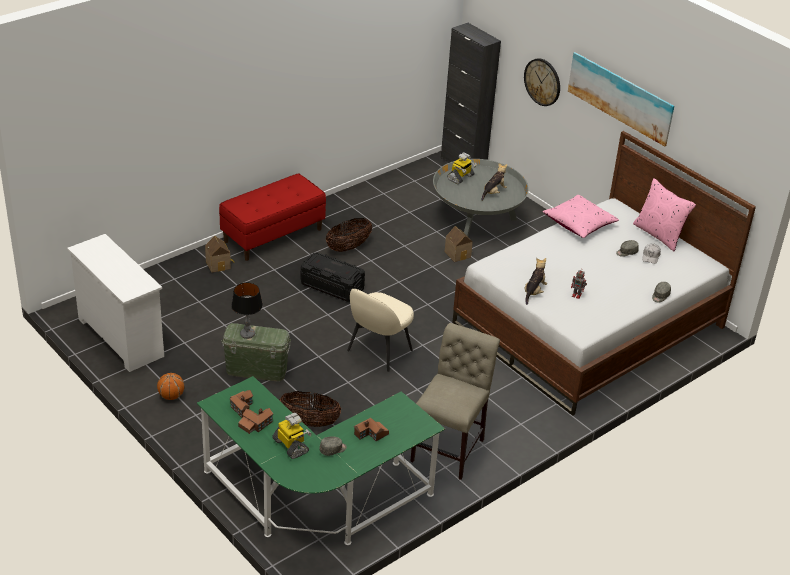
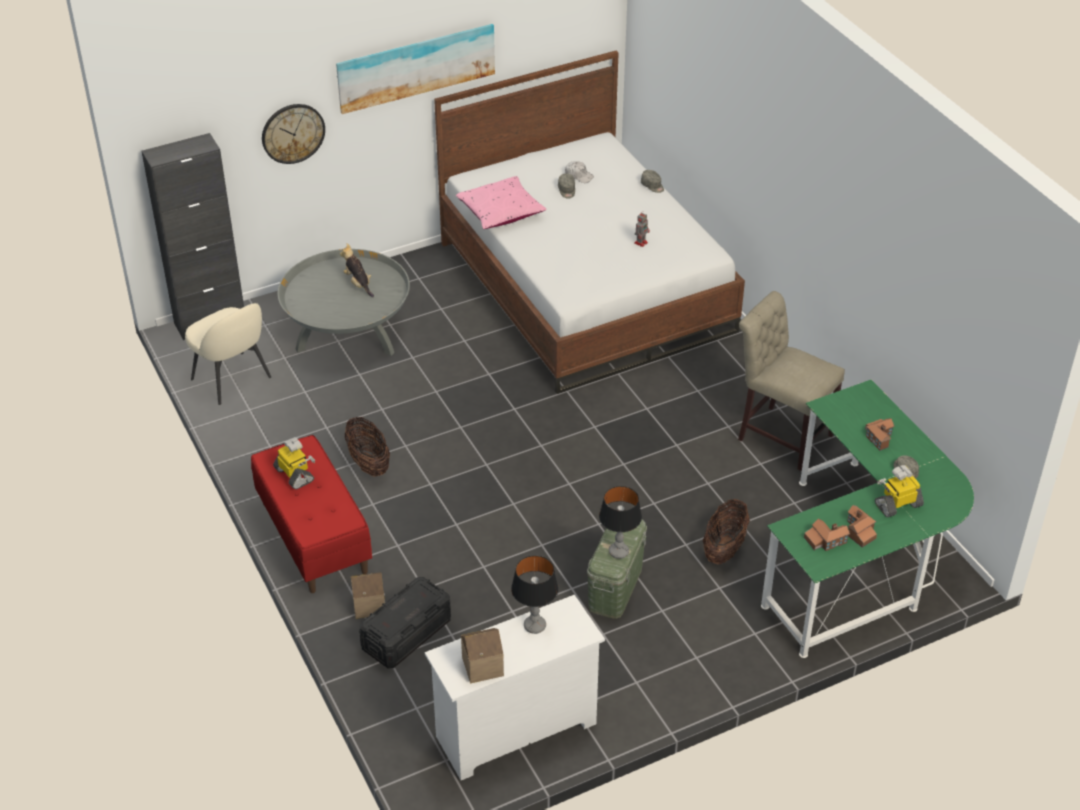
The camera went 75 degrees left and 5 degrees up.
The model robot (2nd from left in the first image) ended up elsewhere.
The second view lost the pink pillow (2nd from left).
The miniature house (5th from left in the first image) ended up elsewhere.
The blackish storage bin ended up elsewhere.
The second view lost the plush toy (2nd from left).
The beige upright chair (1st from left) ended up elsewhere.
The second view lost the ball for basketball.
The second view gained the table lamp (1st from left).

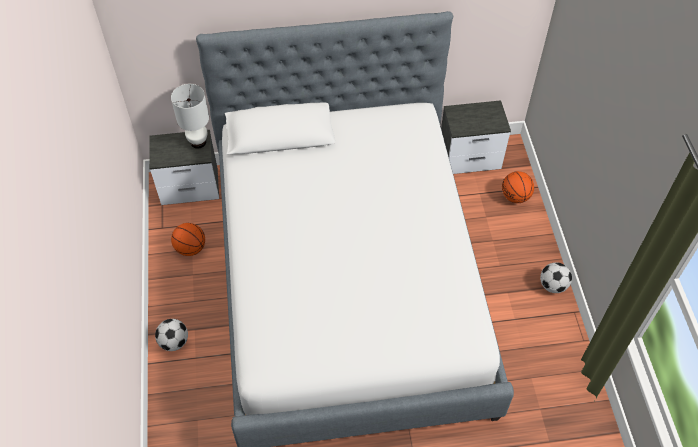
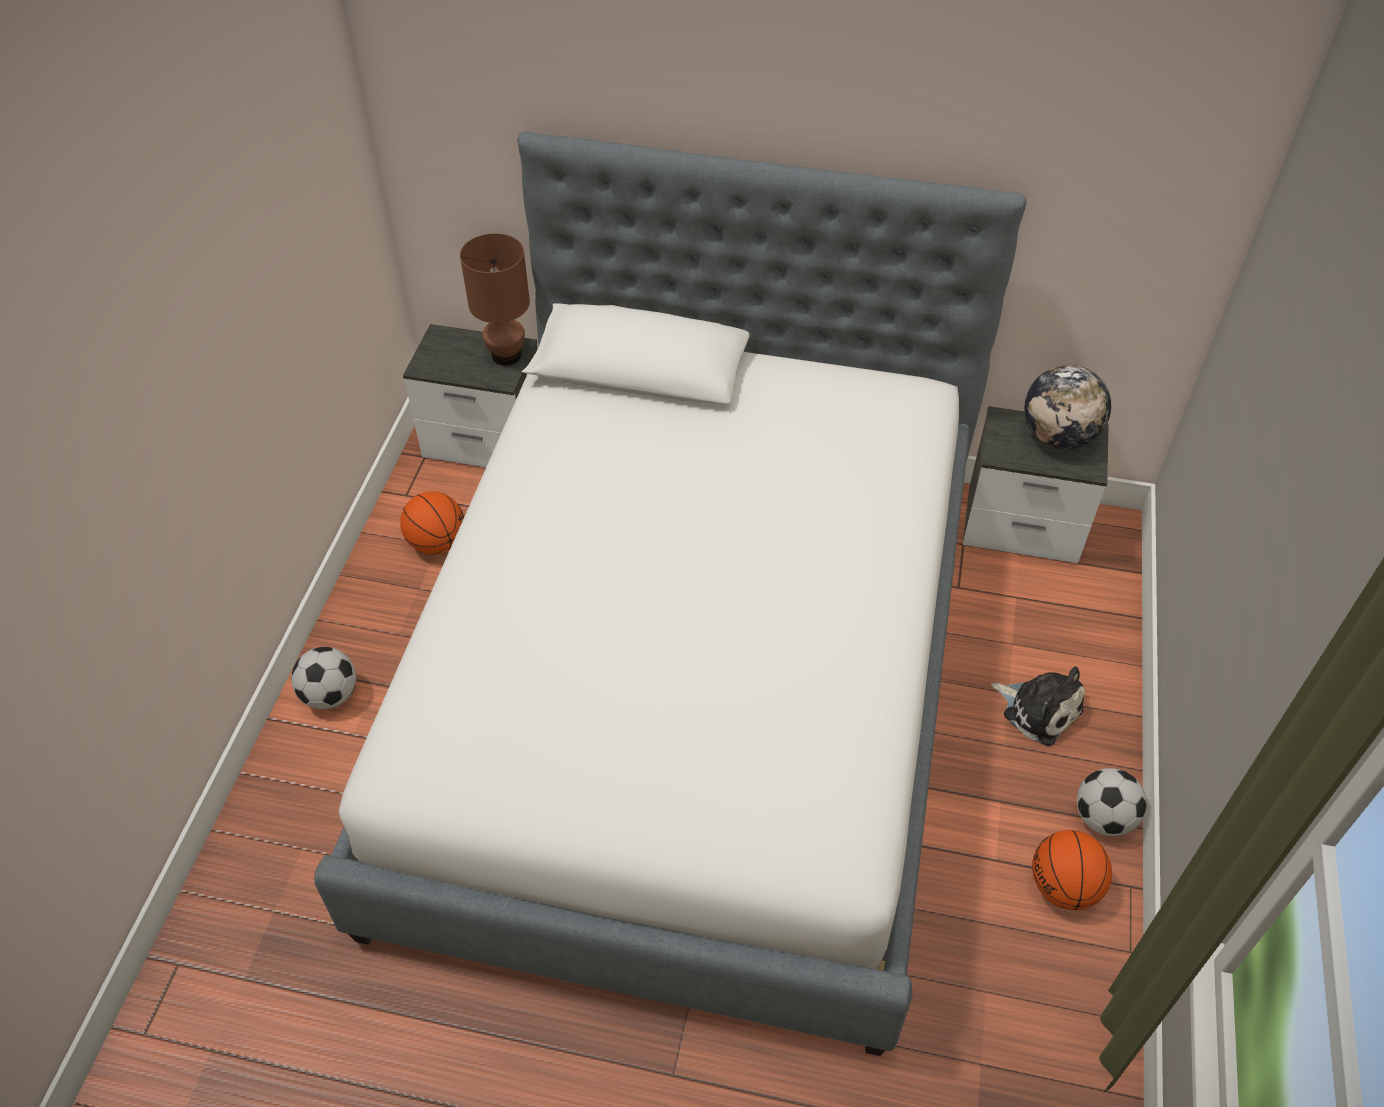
The camera went 20 degrees right and 5 degrees down.
What was the white-coloured table lamp turned into the brownish table lamp.
The ball for basketball (2nd from left) ended up elsewhere.
The second view gained the globe.
The second view gained the plush toy.

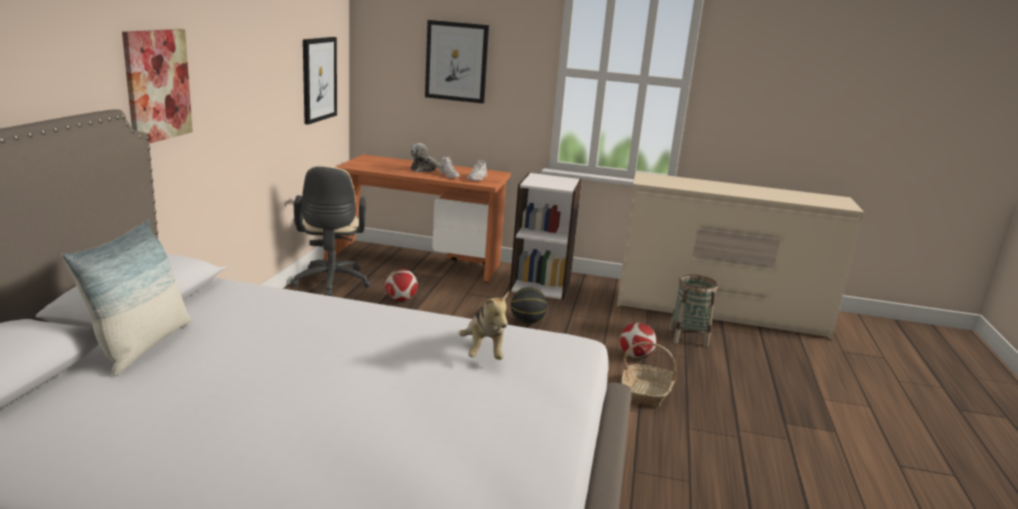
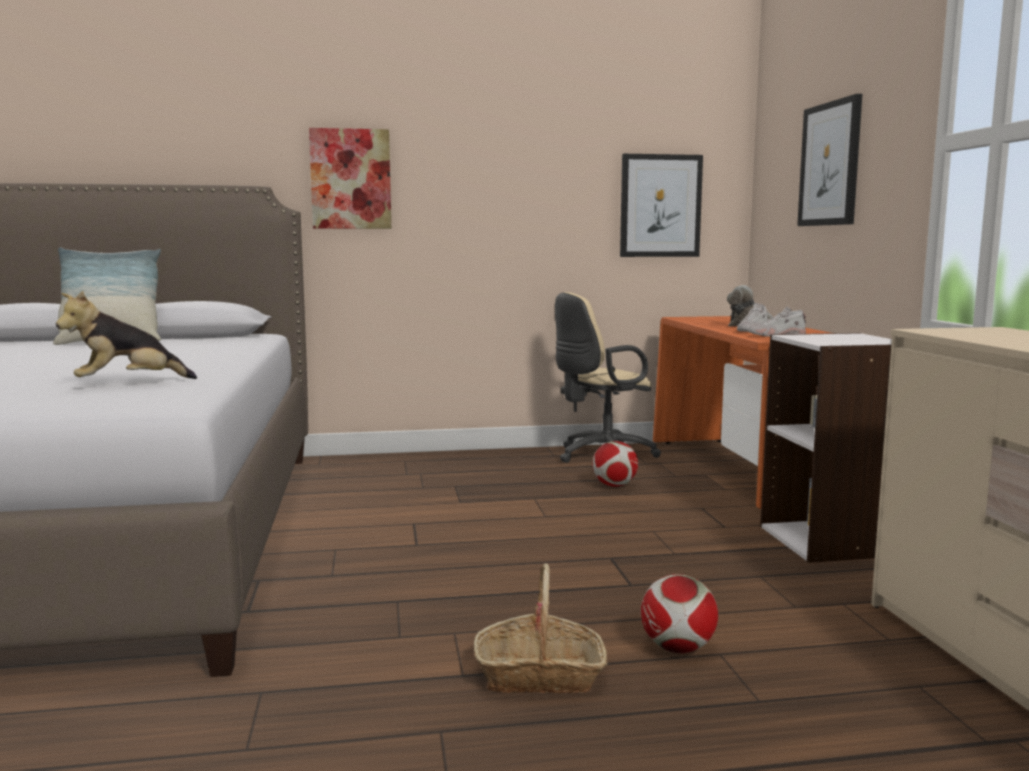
The camera went 70 degrees right and 10 degrees down.
The second view lost the basket (2nd from left).
The second view lost the ball for basketball.

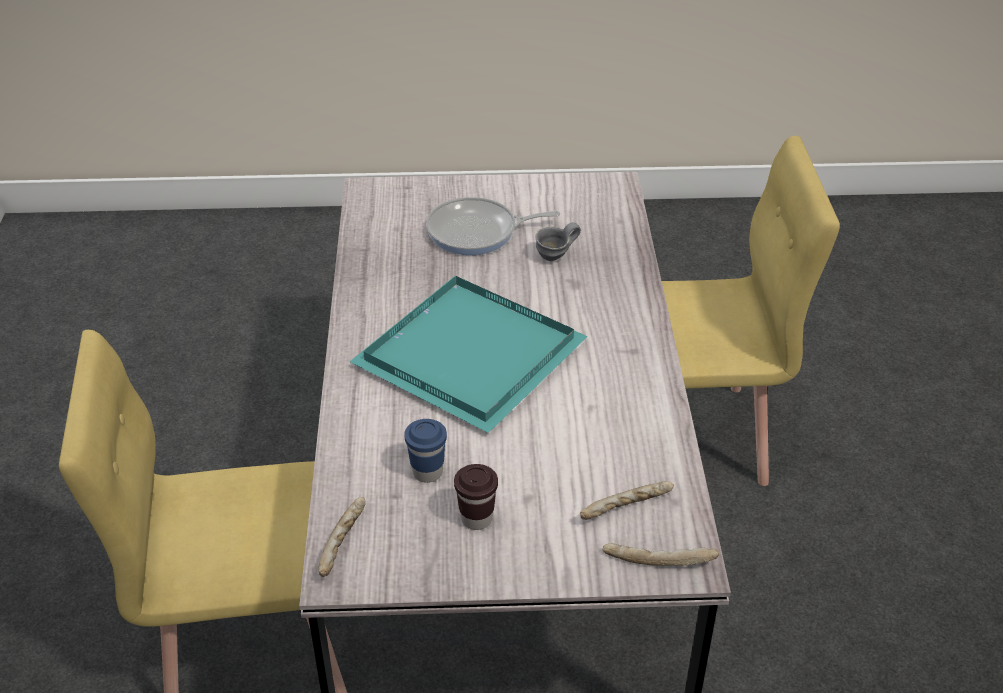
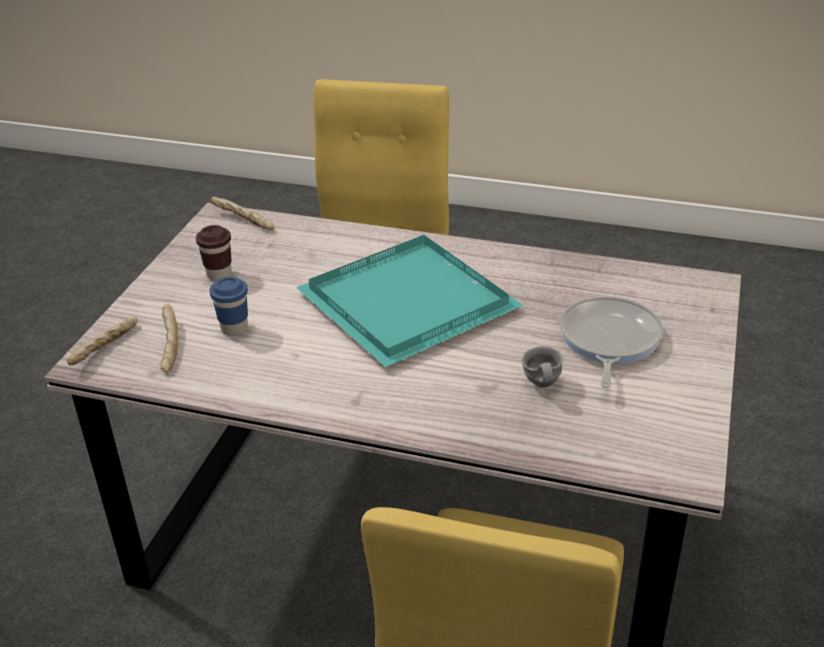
The camera went 110 degrees right and 5 degrees down.
The blue-coloured small cup ended up elsewhere.

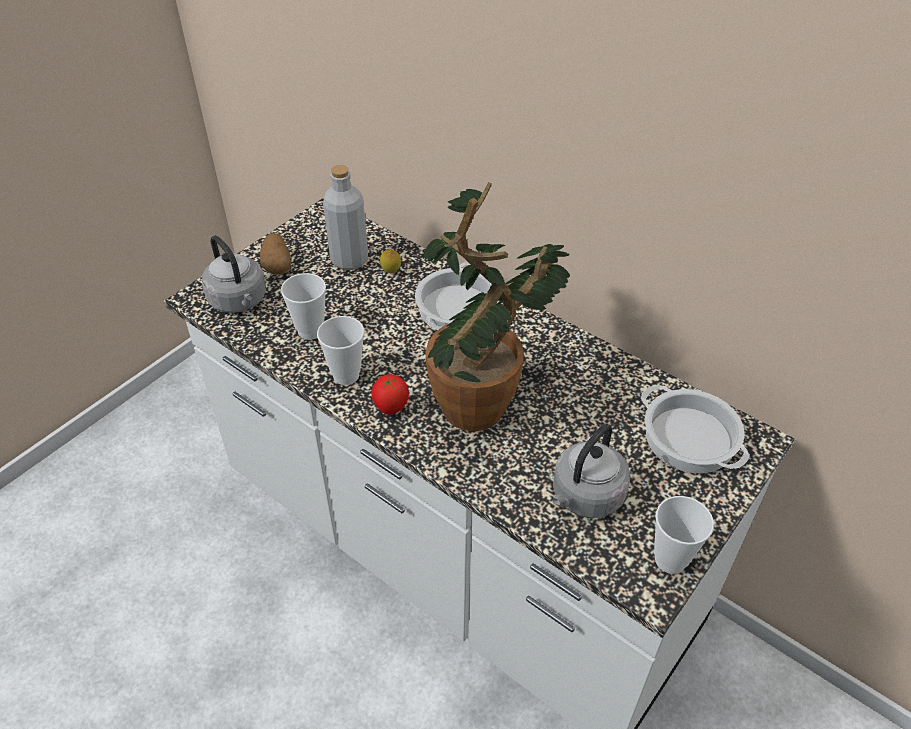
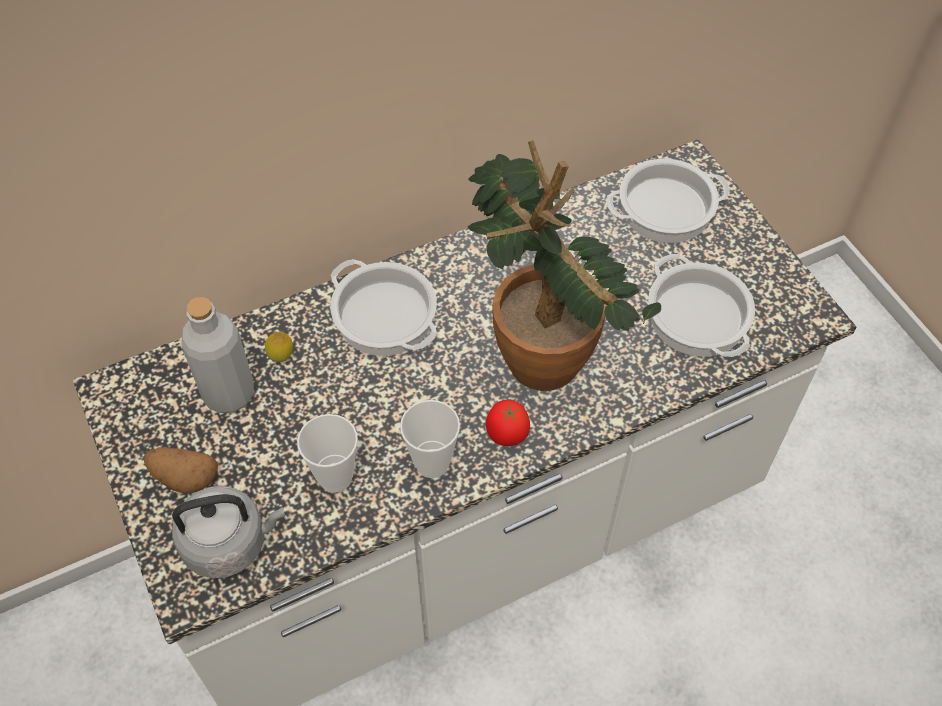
The camera went 65 degrees left and 10 degrees up.
Where the grey tea kettle (2nd from left) stood, the saucepot (3rd from left) came to stand.
The second view lost the small cup (3rd from left).

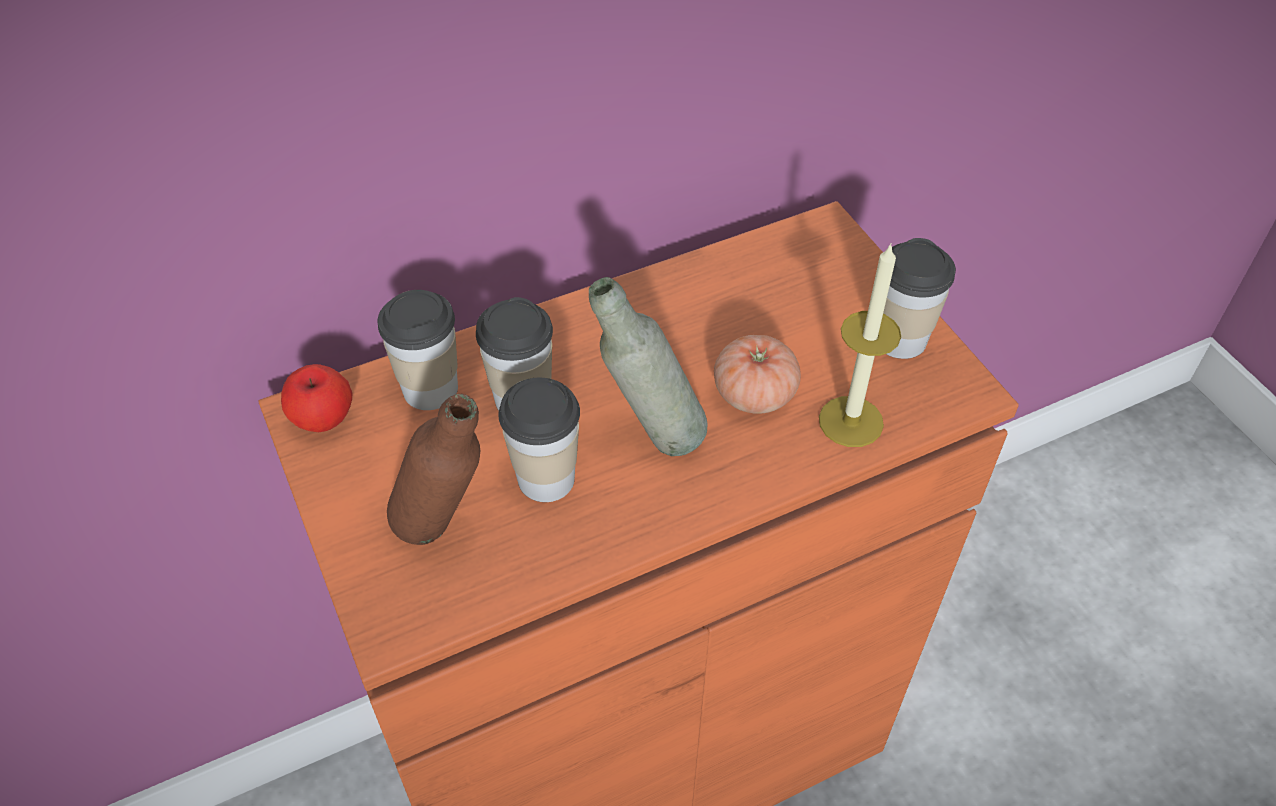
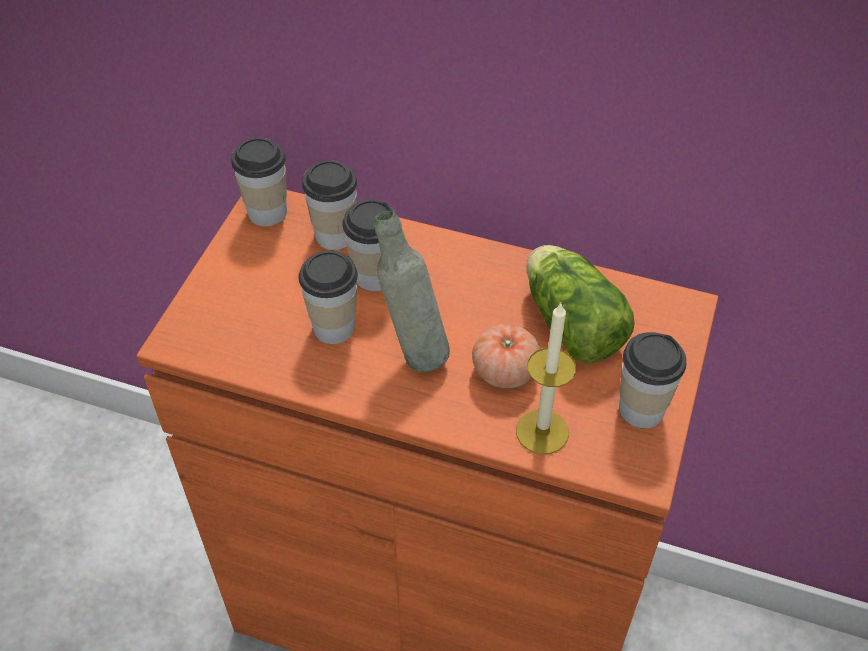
The camera went 45 degrees right and 0 degrees up.
Where the apple stood, the small cup (1st from left) came to stand.
The second view lost the brownish beverage bottle.
The second view gained the head of lettuce.

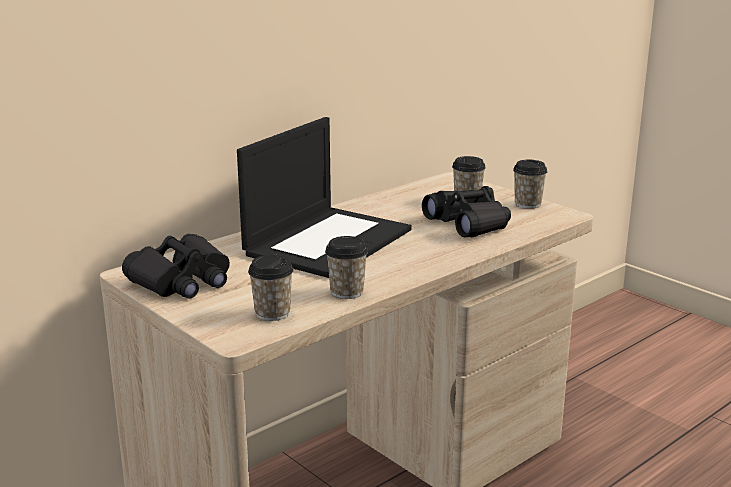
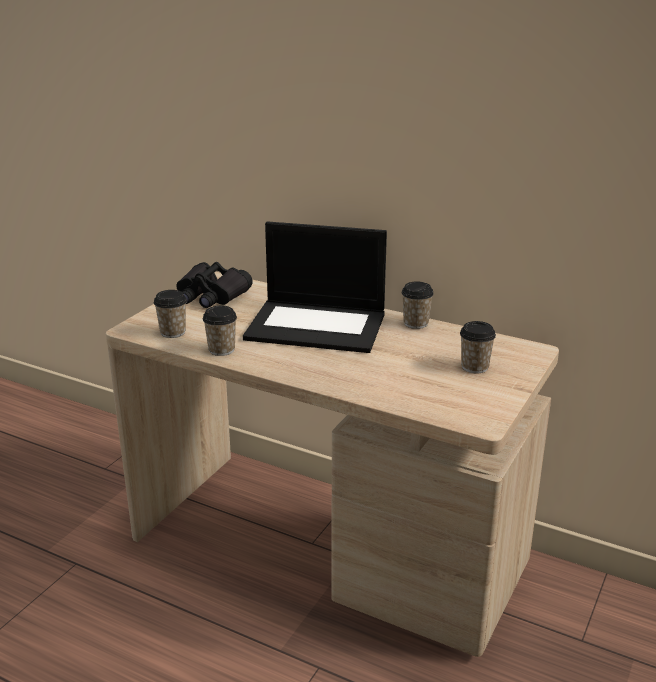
The camera went 70 degrees right and 5 degrees up.
The small cup (4th from left in the first image) ended up elsewhere.
The second view lost the blackish pair of binoculars (2nd from left).

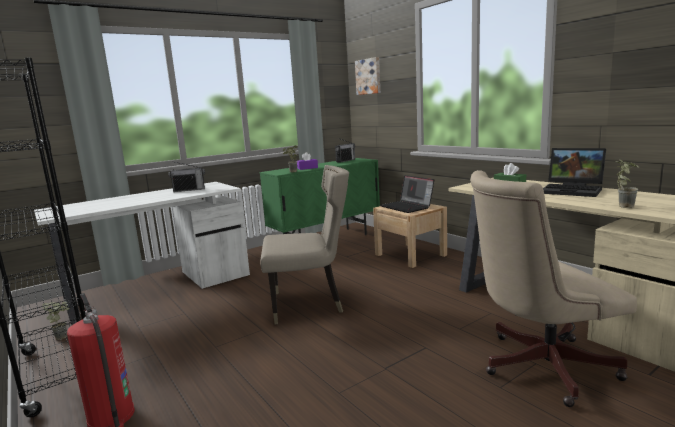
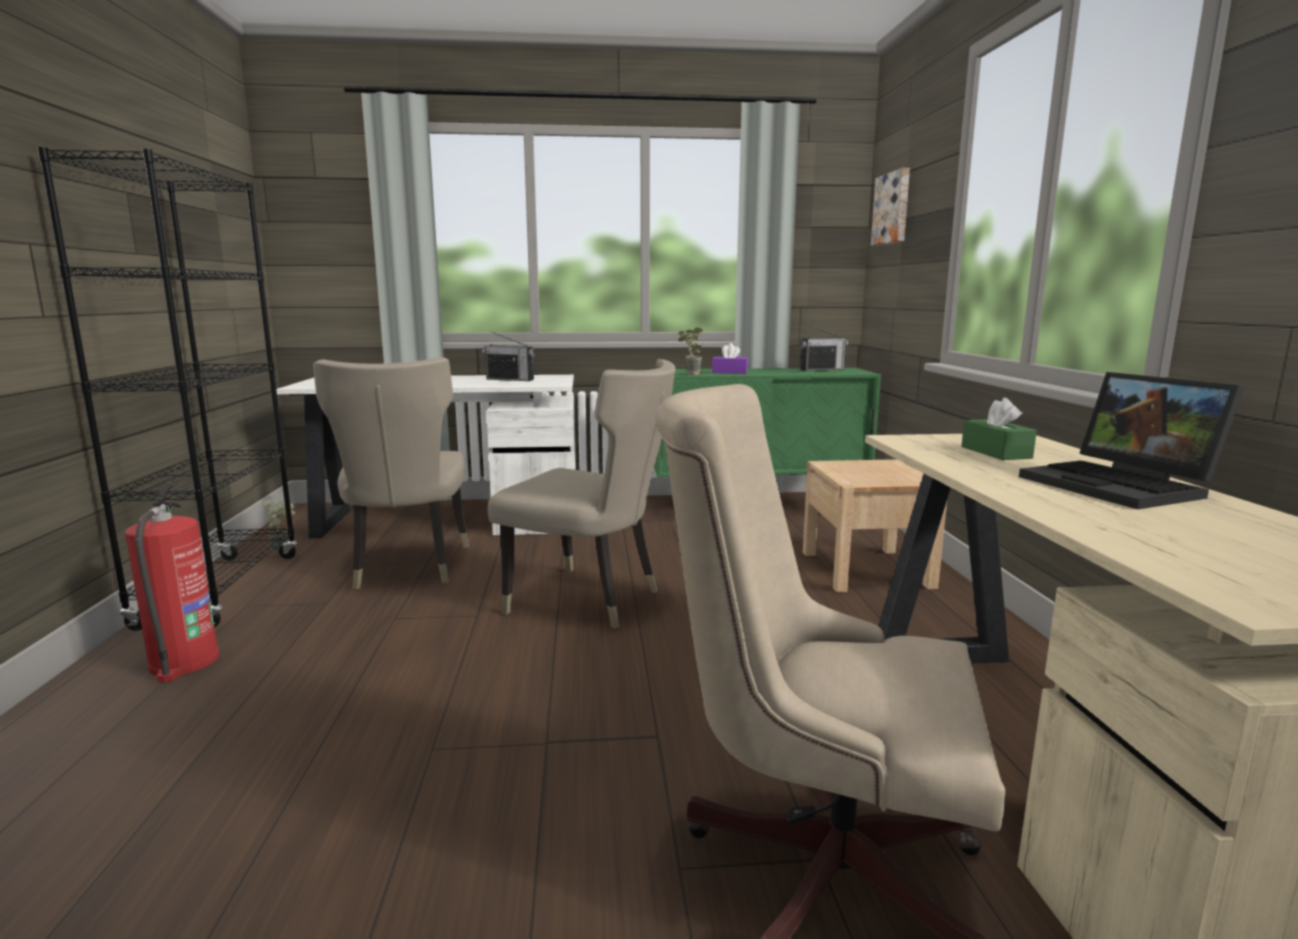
The camera went 30 degrees right and 0 degrees up.
The second view lost the houseplant (3rd from left).
The second view lost the notebook computer (1st from left).
The second view gained the beige upright chair (1st from left).

